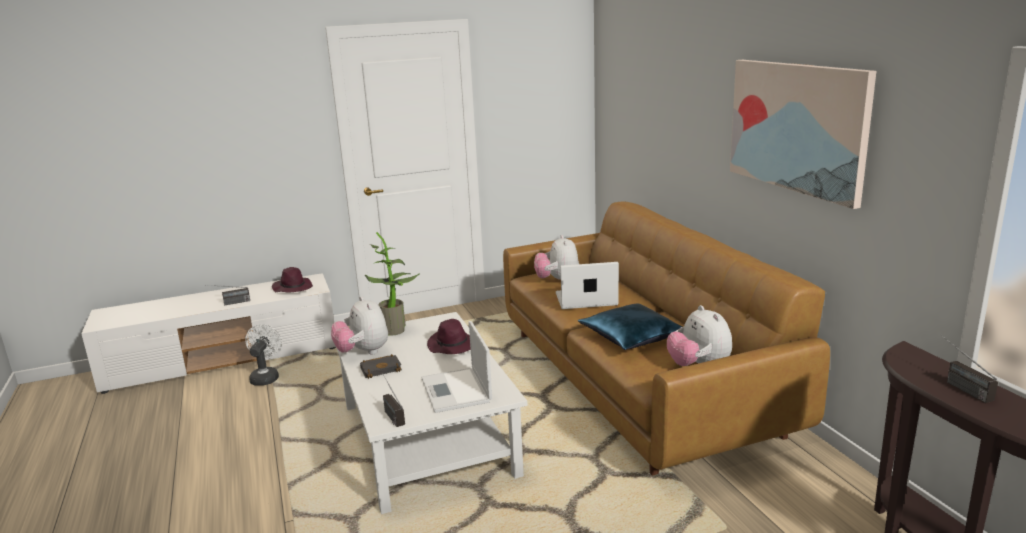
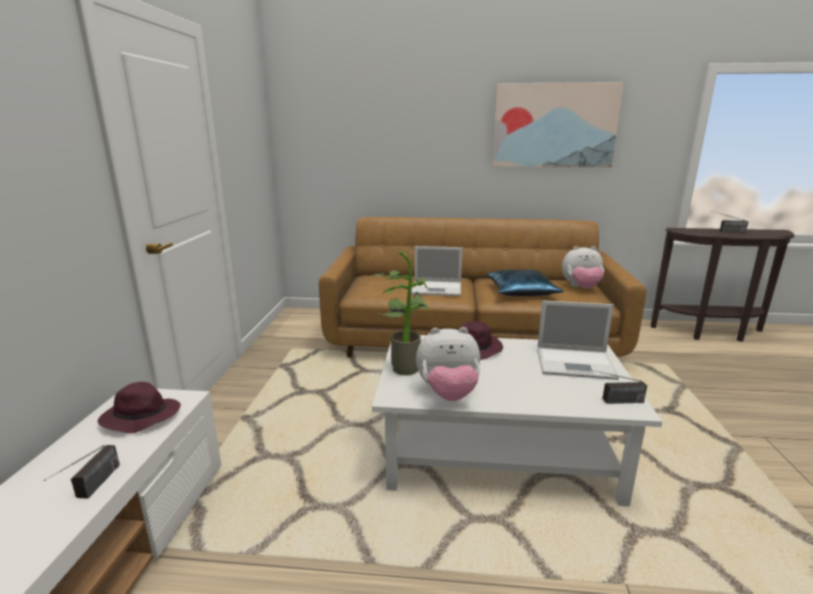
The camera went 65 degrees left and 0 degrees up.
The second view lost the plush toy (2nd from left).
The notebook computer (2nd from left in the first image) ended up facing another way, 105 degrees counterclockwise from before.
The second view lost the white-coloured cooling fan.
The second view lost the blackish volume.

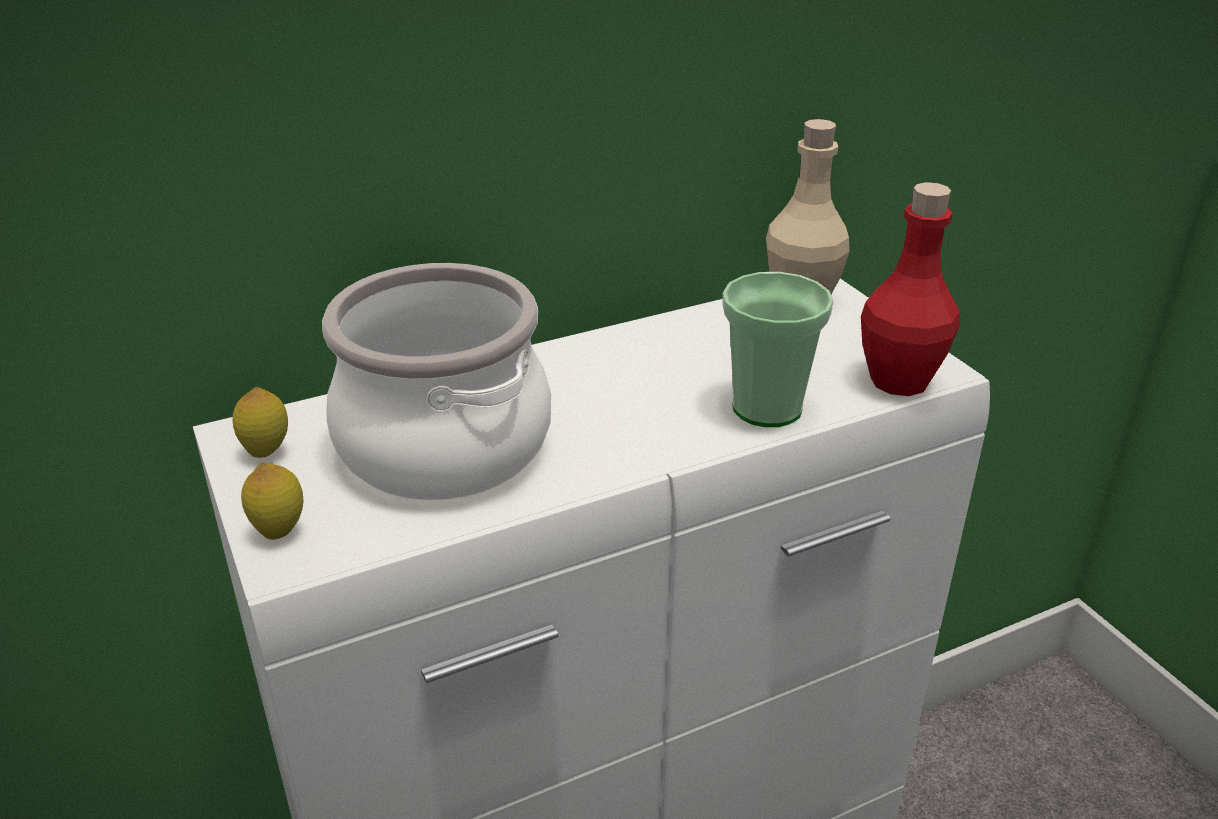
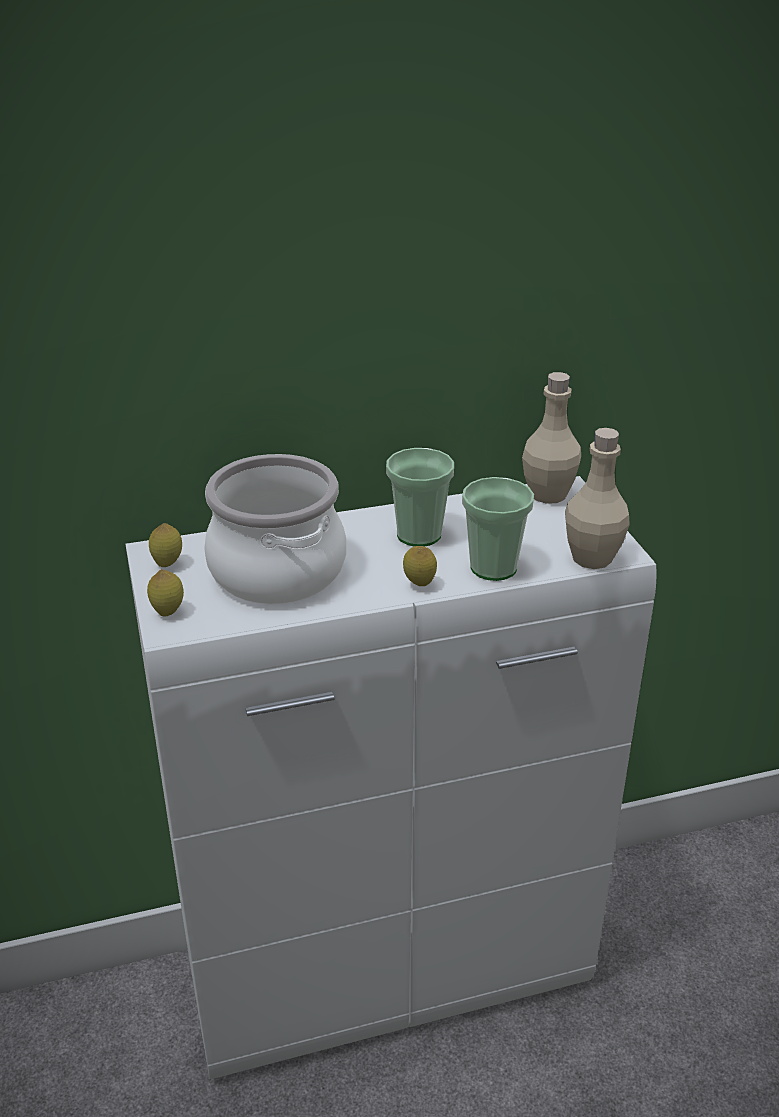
The camera went 10 degrees right and 0 degrees up.
What was the reddish beverage bottle turned into the beige beverage bottle (2nd from left).
The second view gained the small cup (1st from left).
The second view gained the citrus fruit (3rd from left).

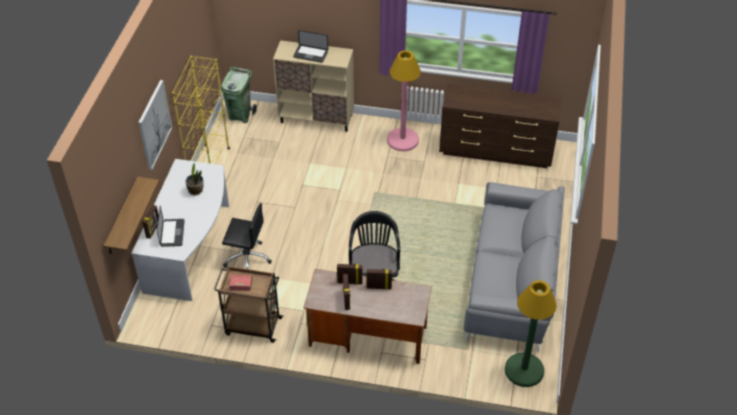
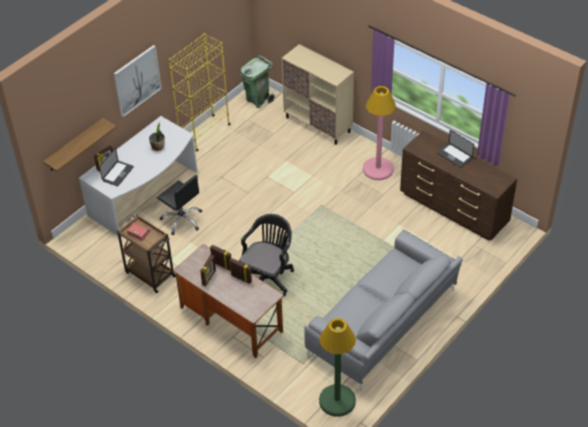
The camera went 30 degrees right and 0 degrees up.
The notebook computer (2nd from left) ended up elsewhere.

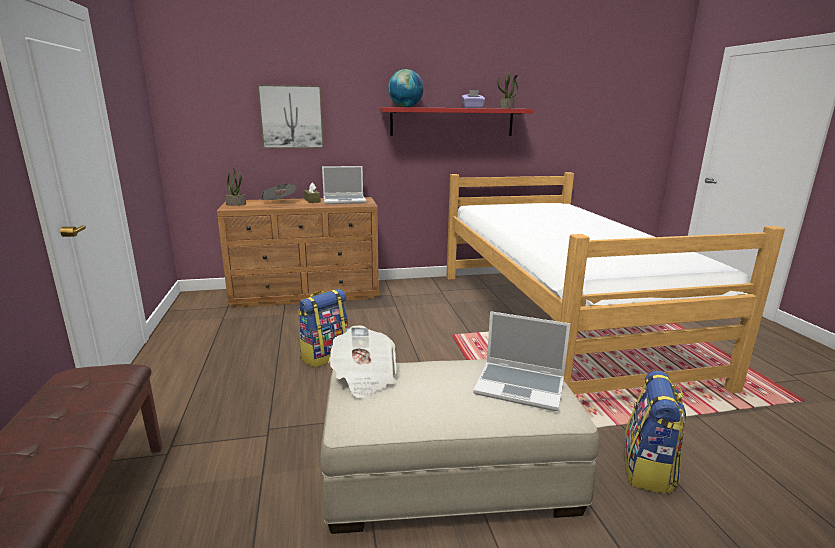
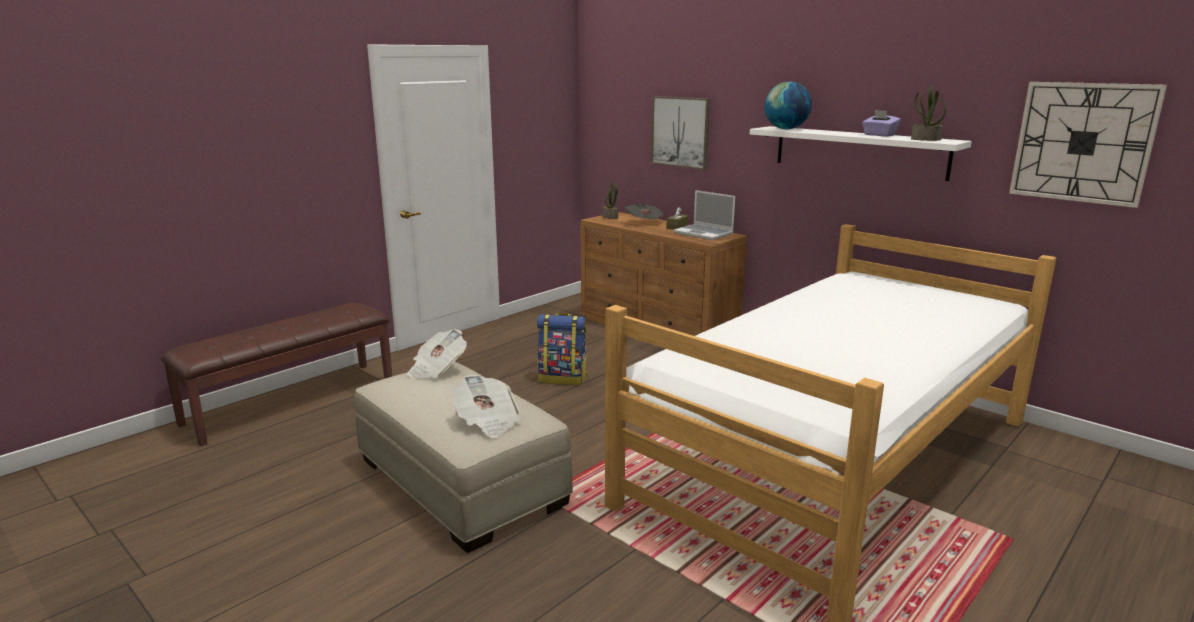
The camera went 55 degrees right and 0 degrees up.
What was the reddish wall shelf turned into the white-coloured wall shelf.
Where the notebook computer (2nd from left) stood, the printed paper (2nd from left) came to stand.
The second view lost the knapsack (2nd from left).
The second view gained the clock on the wall.

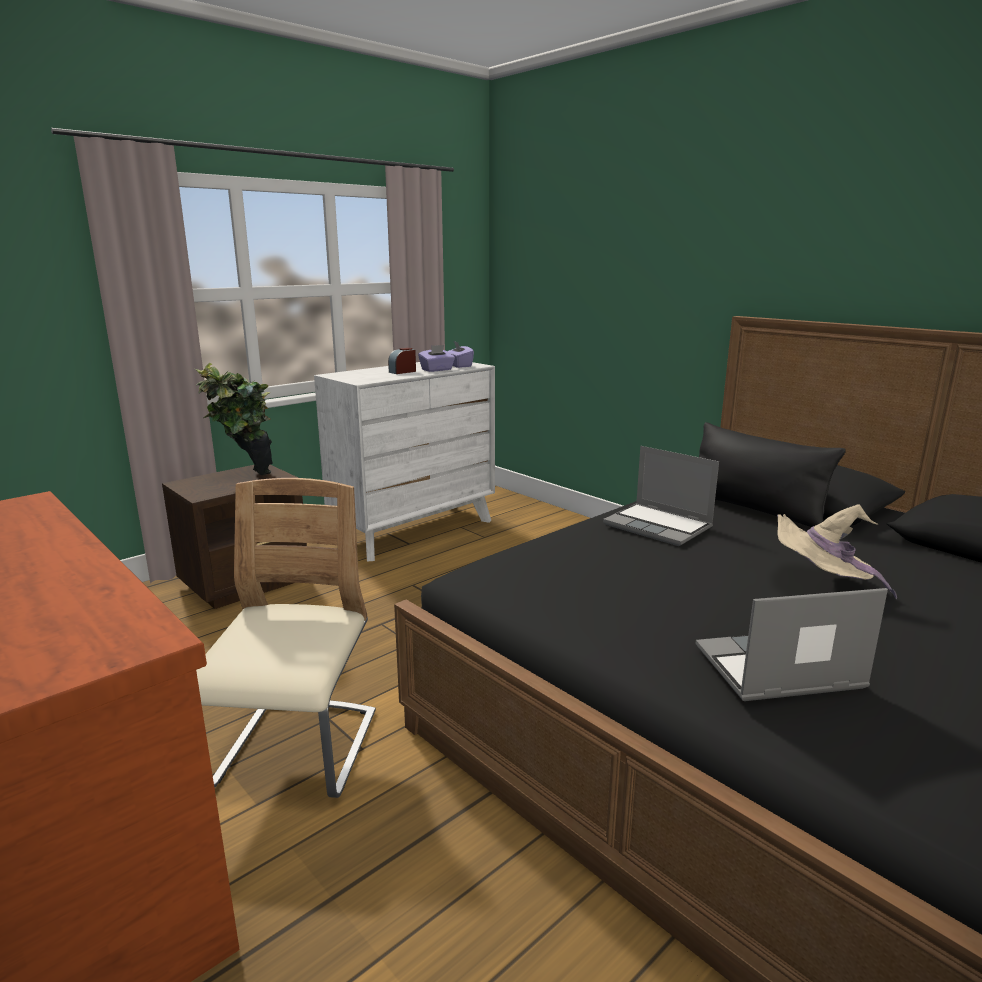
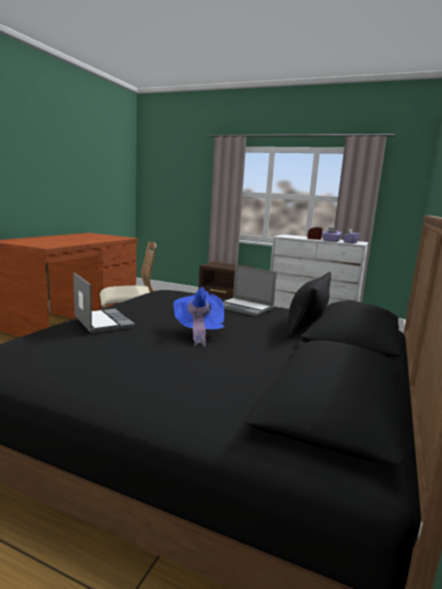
The camera went 65 degrees right and 5 degrees down.
The second view lost the houseplant.
The notebook computer (1st from left in the first image) ended up facing another way, 75 degrees counterclockwise from before.
What was the beige hat turned into the blue-coloured hat.

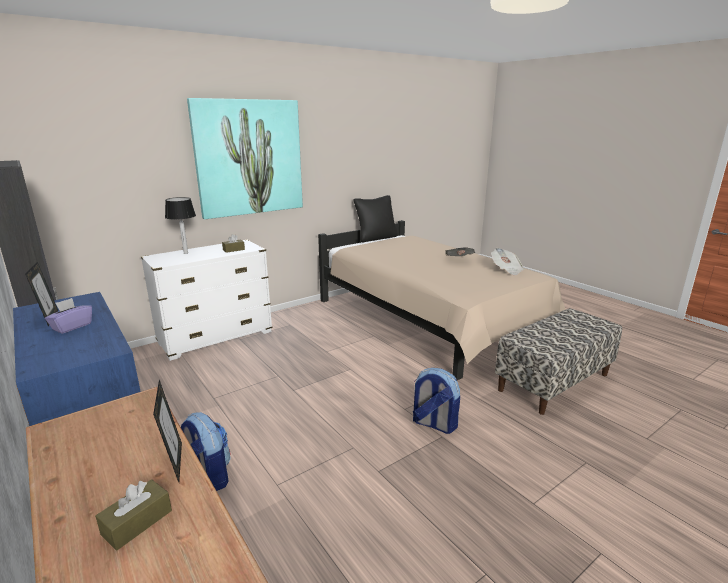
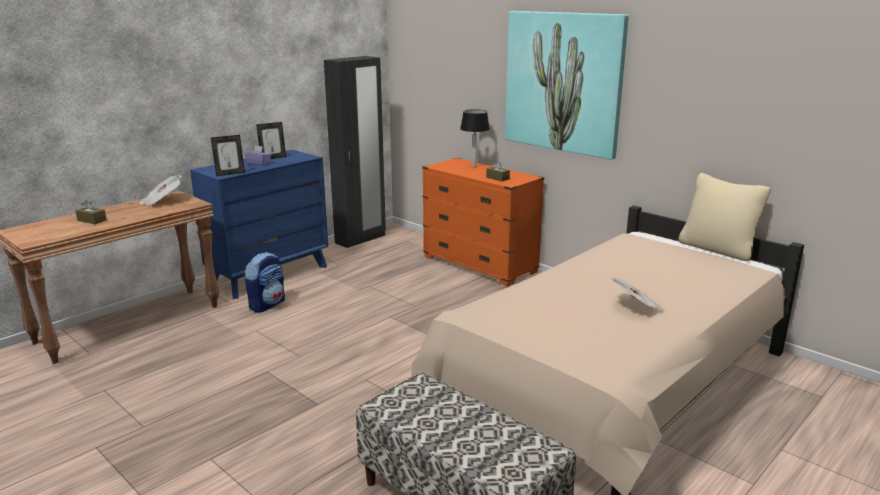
The camera went 80 degrees right and 0 degrees up.
What was the blackish pillow turned into the beige pillow.
What was the white-coloured chest of drawers turned into the orangey chest of drawers.
The printed paper (2nd from left in the first image) ended up elsewhere.
The second view lost the knapsack (2nd from left).
The standing frame (2nd from left in the first image) ended up elsewhere.

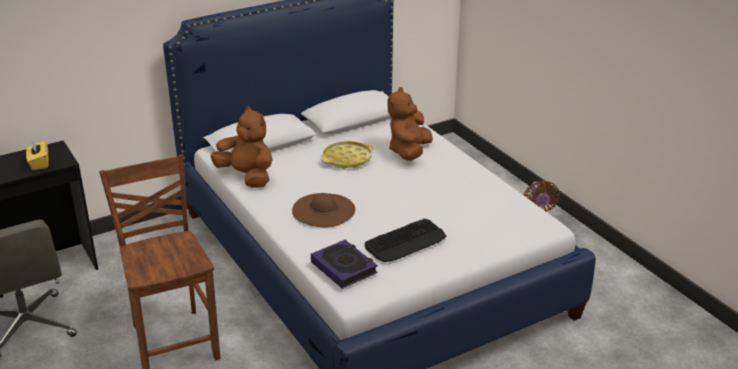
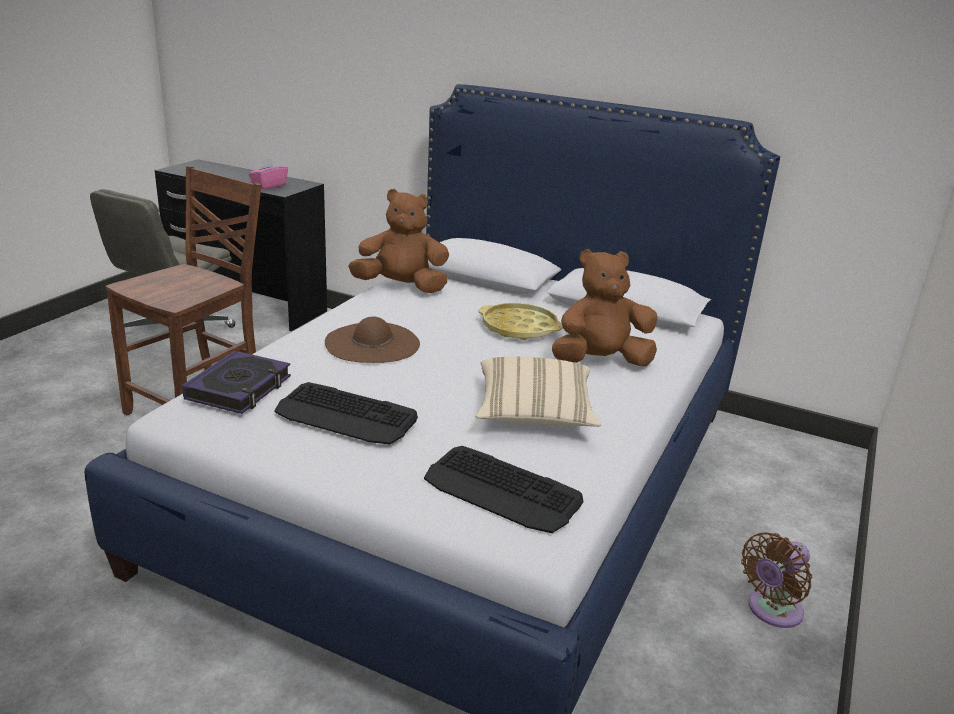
The camera went 55 degrees right and 5 degrees down.
The brownish plush toy (1st from left) ended up facing another way, 90 degrees counterclockwise from before.
What was the yellow tissue holder turned into the pink tissue holder.
The second view gained the beige pillow.
The second view gained the keyboard (2nd from left).

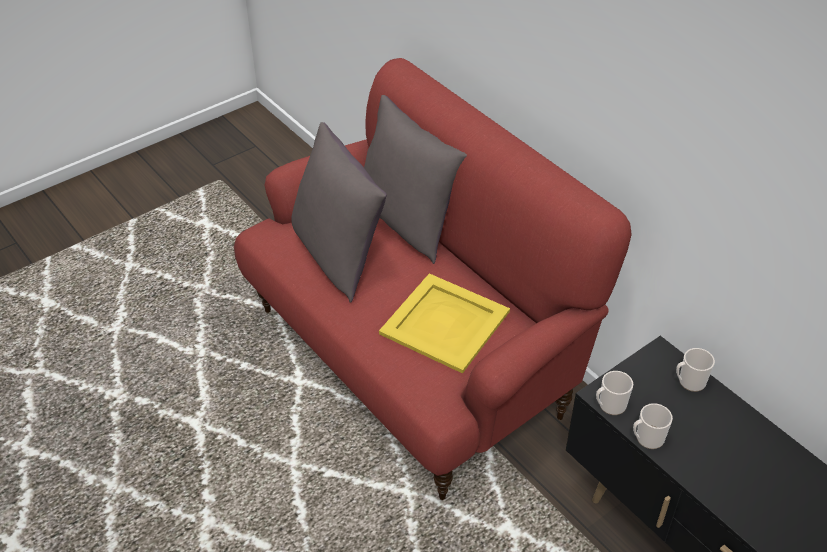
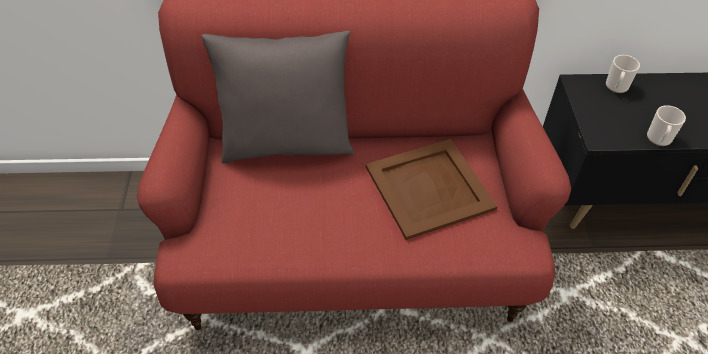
The camera went 55 degrees left and 5 degrees up.
The second view lost the grey pillow (1st from left).
What was the yellow tray turned into the brownish tray.
The second view lost the coffee mug (1st from left).

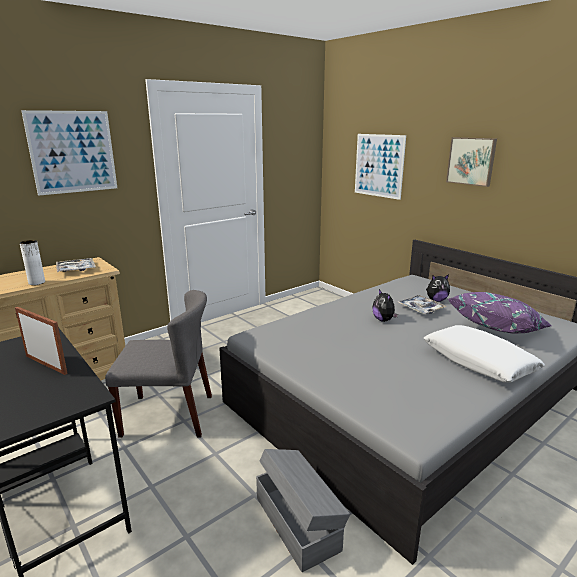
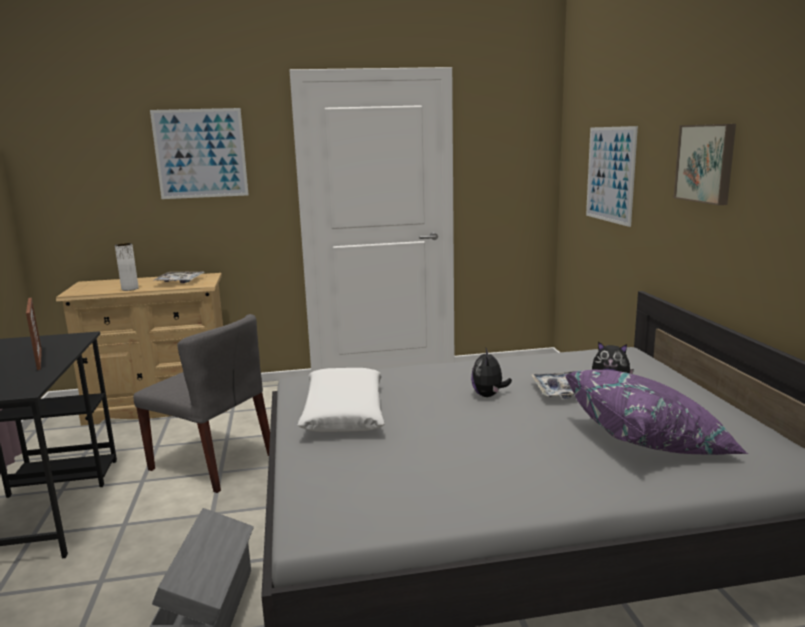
The camera went 30 degrees right and 5 degrees down.
The white-coloured pillow ended up elsewhere.

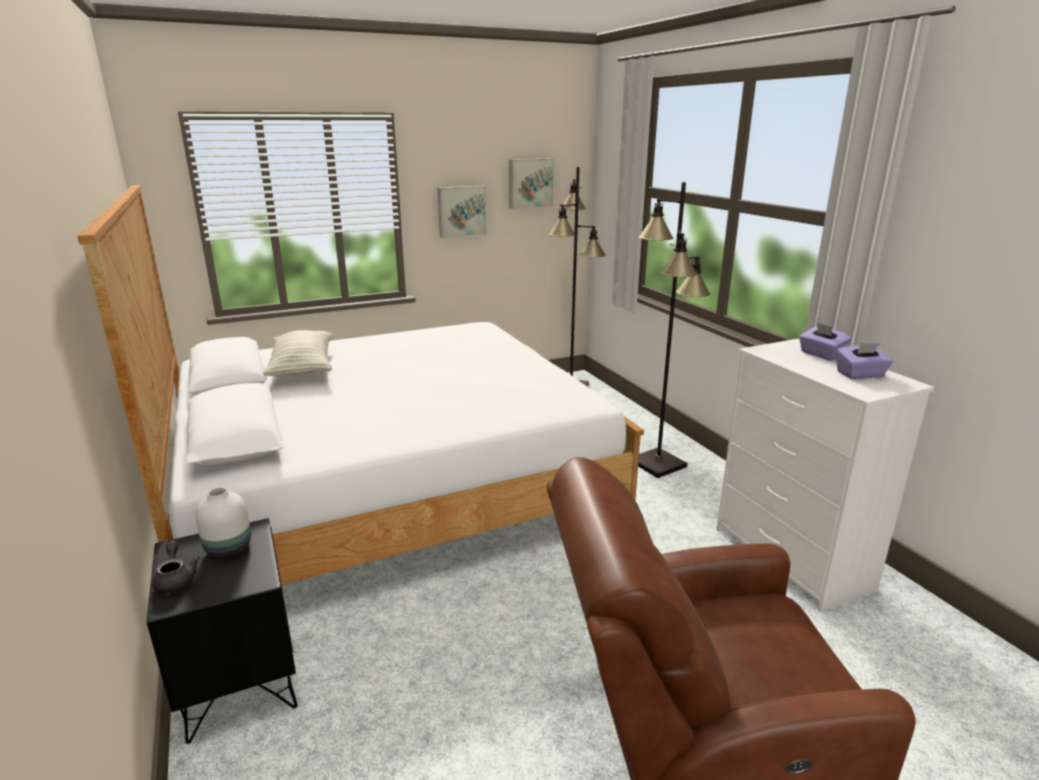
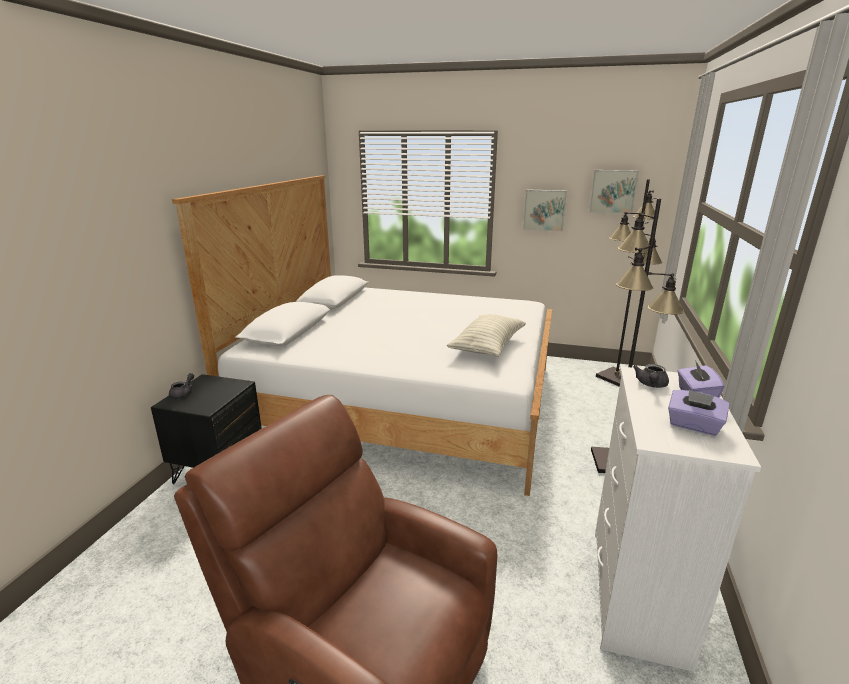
The camera went 40 degrees right and 0 degrees up.
The pillow ended up elsewhere.
The second view lost the white-coloured decorative vase.
The second view gained the grey tea pot (2nd from left).

